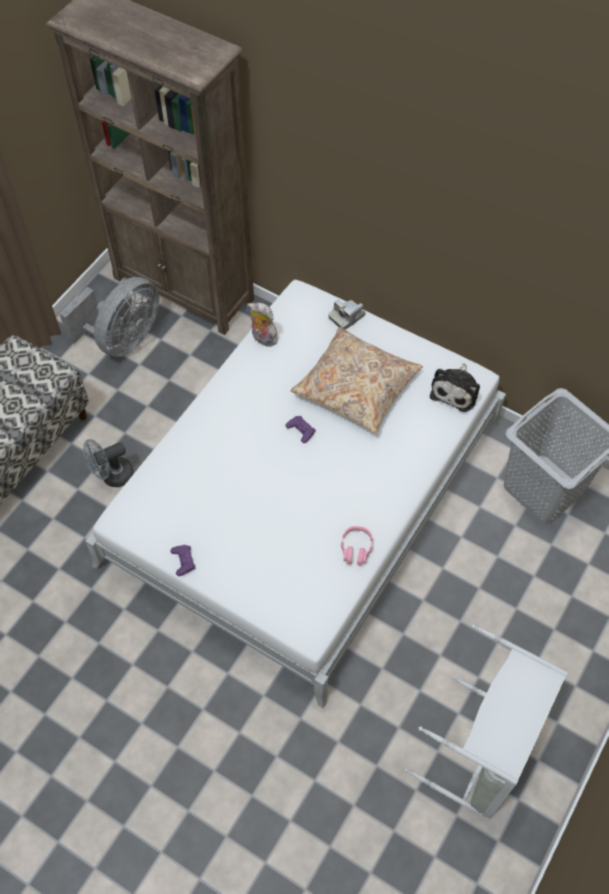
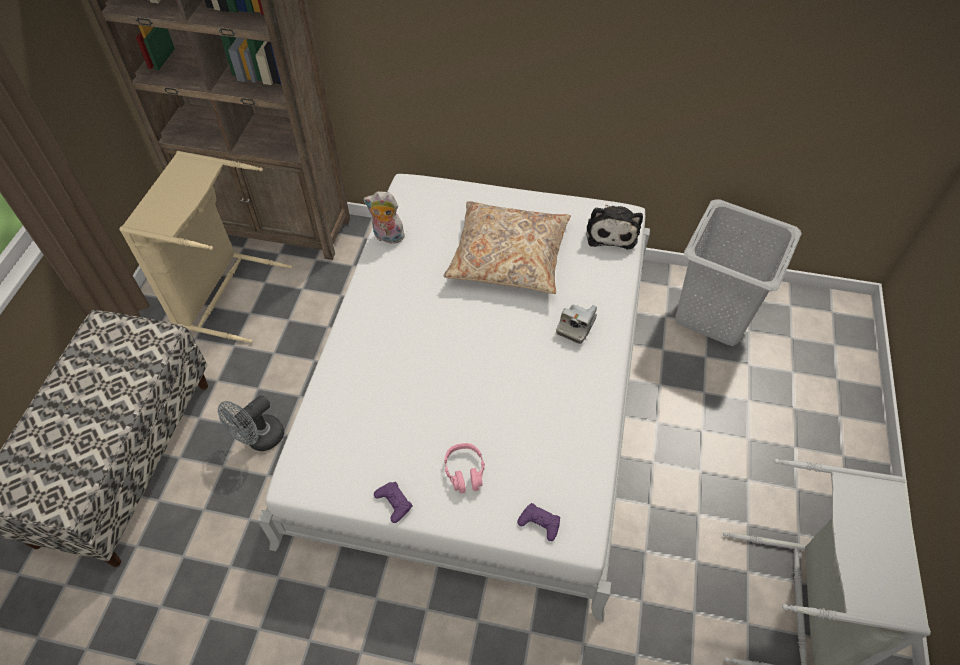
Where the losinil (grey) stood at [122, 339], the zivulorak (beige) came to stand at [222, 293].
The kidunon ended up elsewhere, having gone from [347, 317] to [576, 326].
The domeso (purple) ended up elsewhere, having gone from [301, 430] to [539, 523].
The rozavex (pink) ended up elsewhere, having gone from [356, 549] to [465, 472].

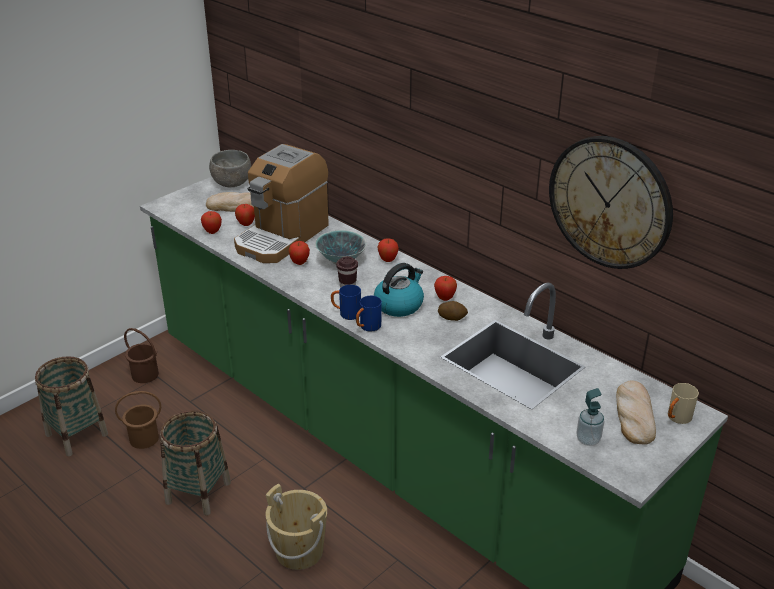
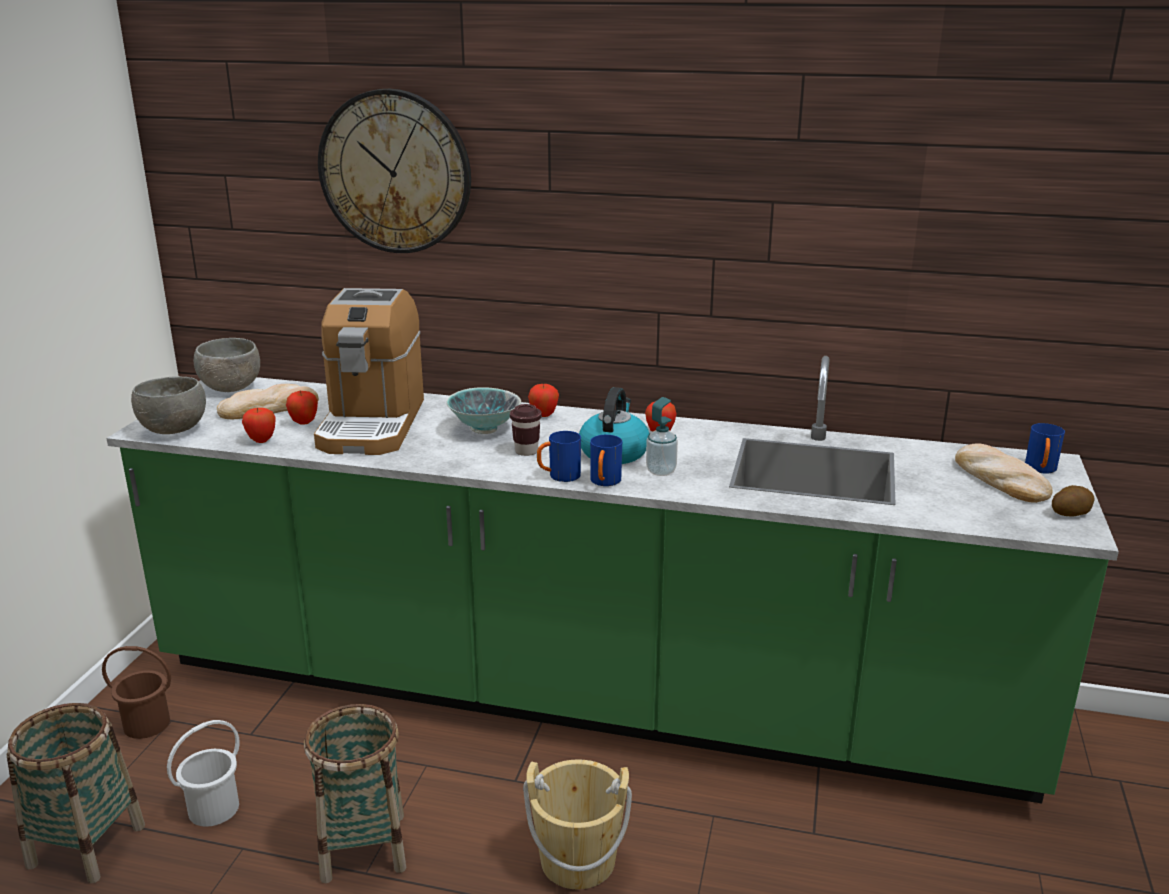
The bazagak ended up elsewhere, having gone from [610, 202] to [395, 172].
The second view lost the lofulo at [299, 263].
The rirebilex ended up elsewhere, having gone from [452, 317] to [1070, 513].
What was the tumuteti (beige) at [676, 418] turned into the tumuteti (blue) at [1041, 470].
The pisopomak ended up elsewhere, having gone from [588, 439] to [661, 471].
What was the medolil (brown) at [144, 438] turned into the medolil (white) at [213, 808].
The second view gained the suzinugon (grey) at [175, 430].

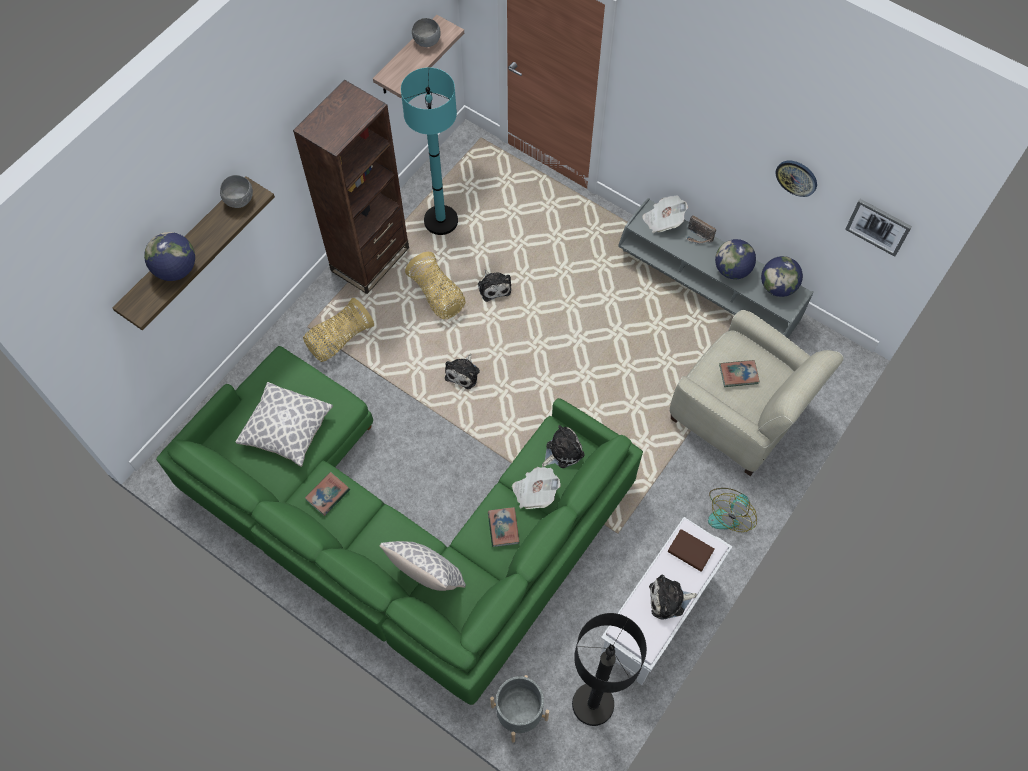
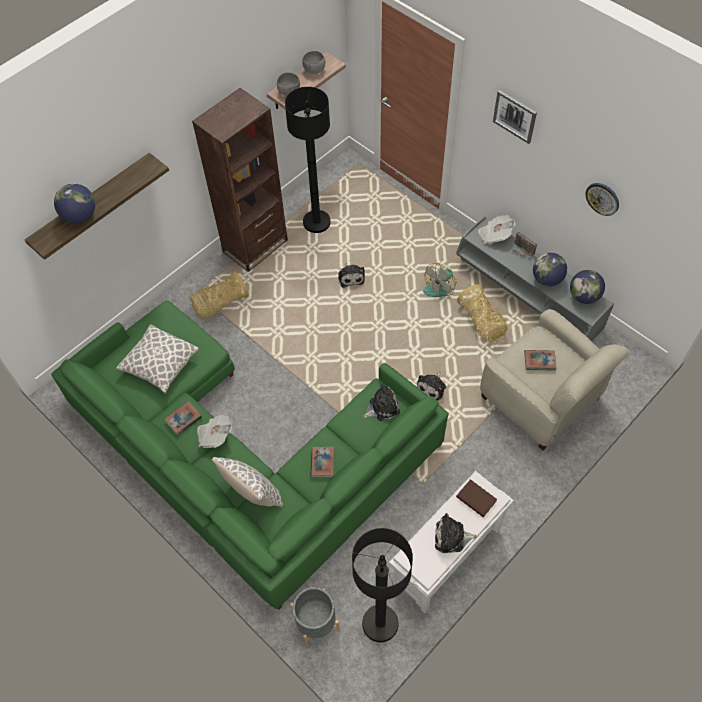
What was the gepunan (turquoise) at [441, 221] turned into the gepunan (black) at [316, 222].
The suzinugon (grey) ended up elsewhere, having gone from [240, 200] to [289, 92].
The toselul ended up elsewhere, having gone from [878, 226] to [515, 116].
The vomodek ended up elsewhere, having gone from [437, 296] to [481, 322].
The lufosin ended up elsewhere, having gone from [463, 373] to [432, 387].
The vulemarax ended up elsewhere, having gone from [535, 492] to [214, 436].
The losinil ended up elsewhere, having gone from [729, 512] to [440, 286].

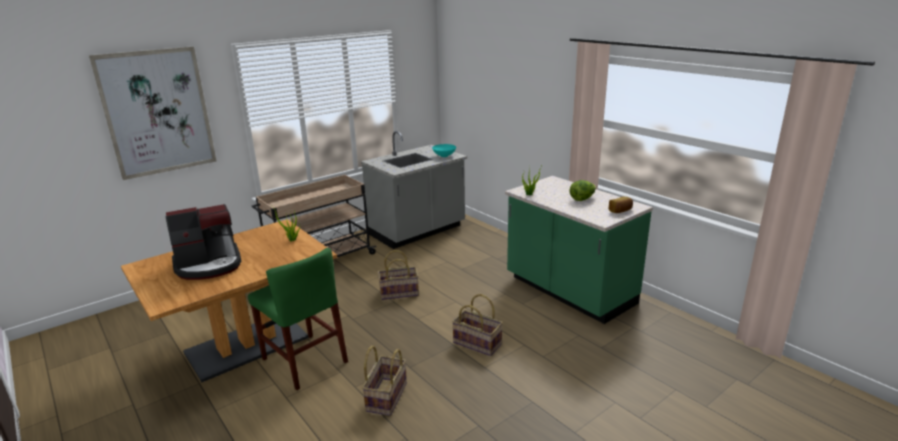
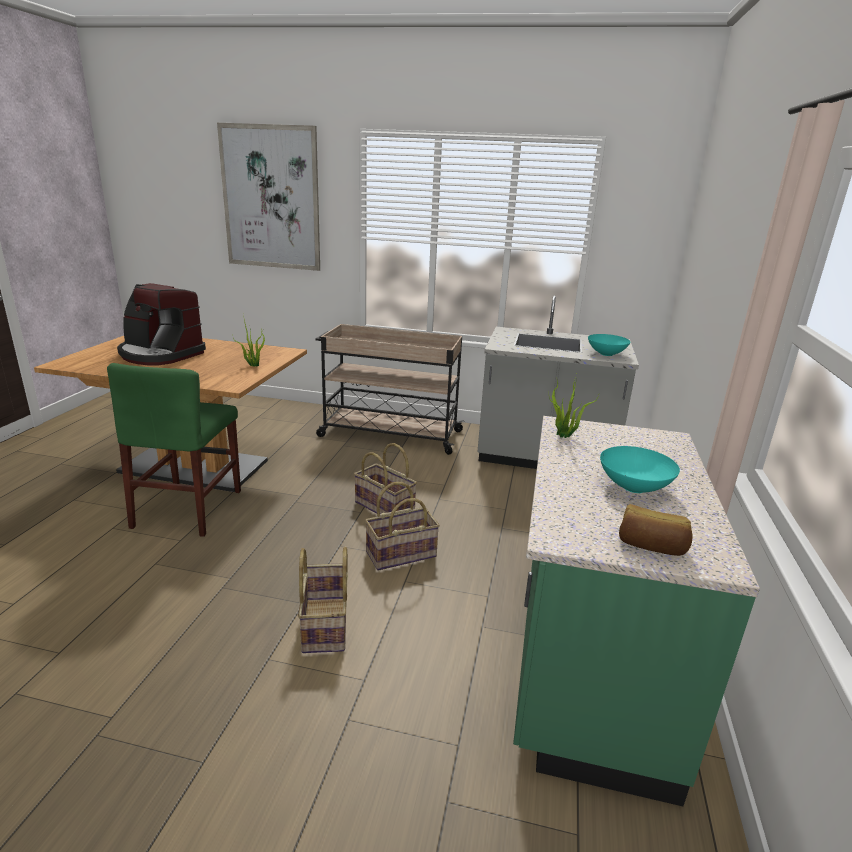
Where the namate stood at [582, 199], the suzinugon (turquoise) came to stand at [633, 486].
The vomodek ended up elsewhere, having gone from [386, 396] to [401, 553].

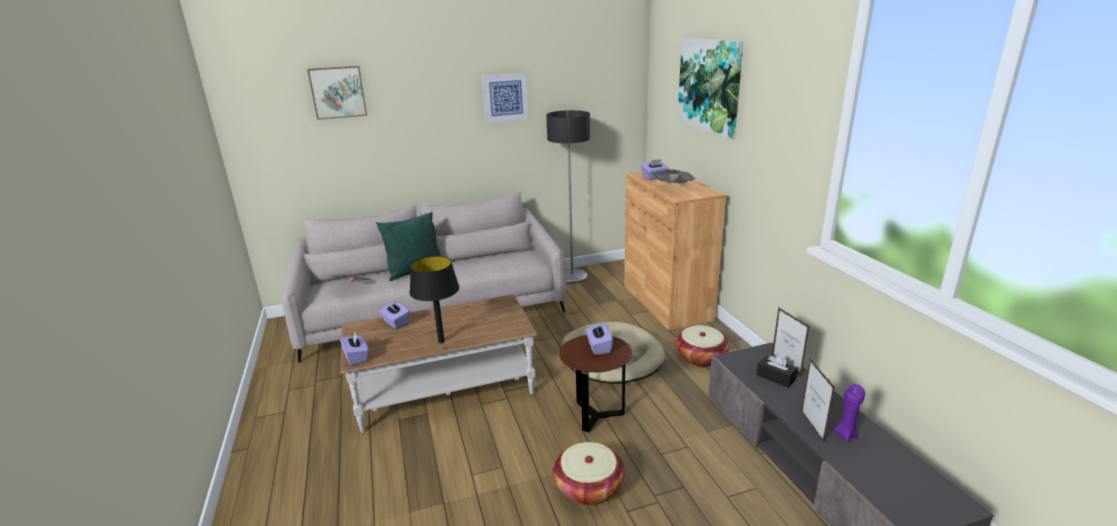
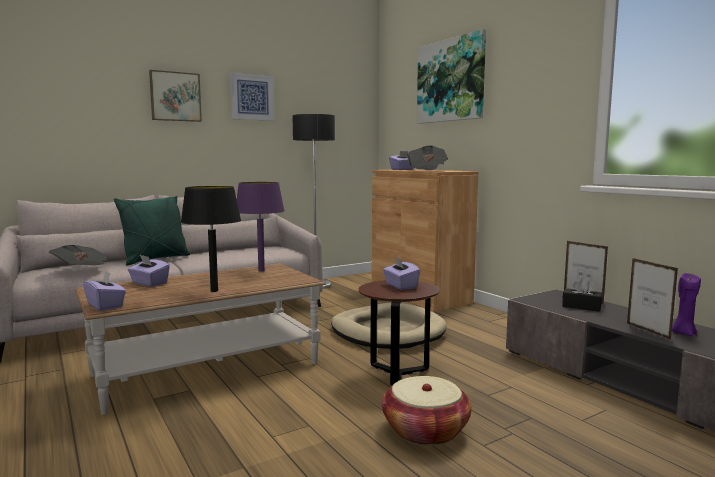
The toselul ended up elsewhere, having gone from [338, 92] to [175, 96].
The second view lost the vomodek at [700, 357].
The second view gained the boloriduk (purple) at [261, 270].

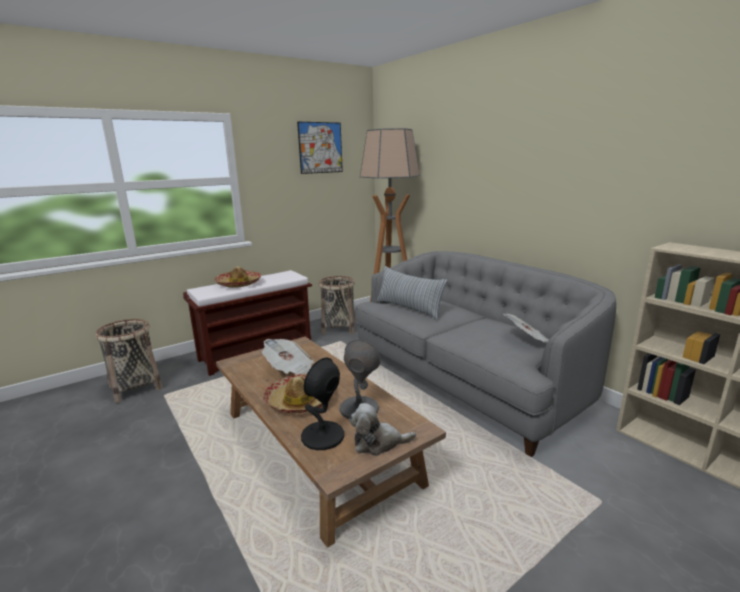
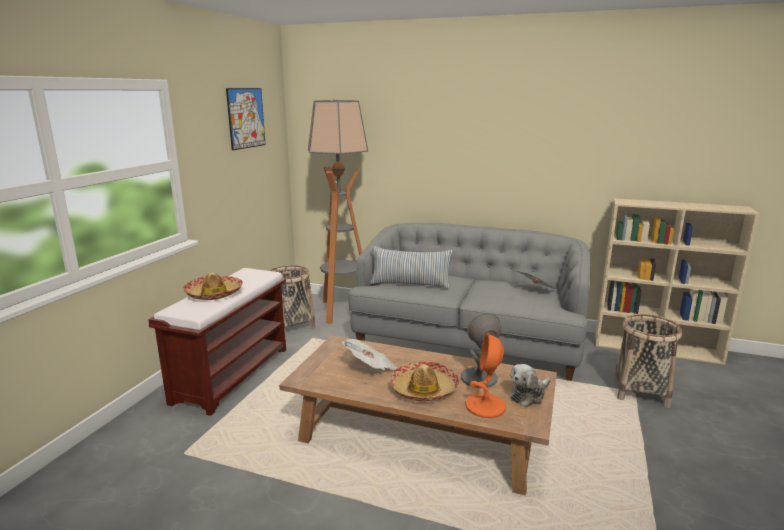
The vomodek ended up elsewhere, having gone from [135, 387] to [641, 392].
What was the boloriduk (black) at [322, 436] turned into the boloriduk (orange) at [485, 406].

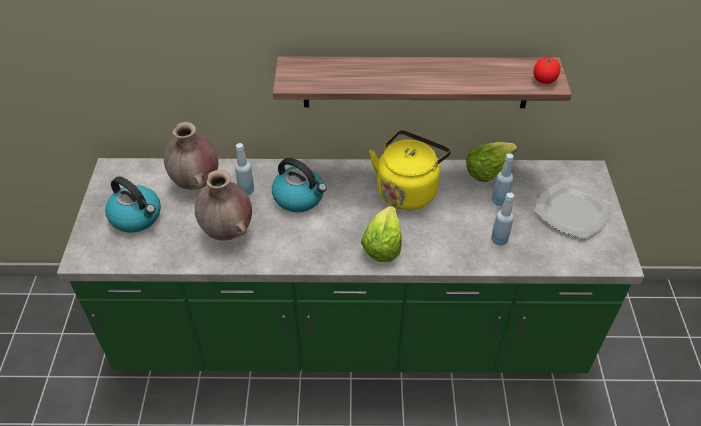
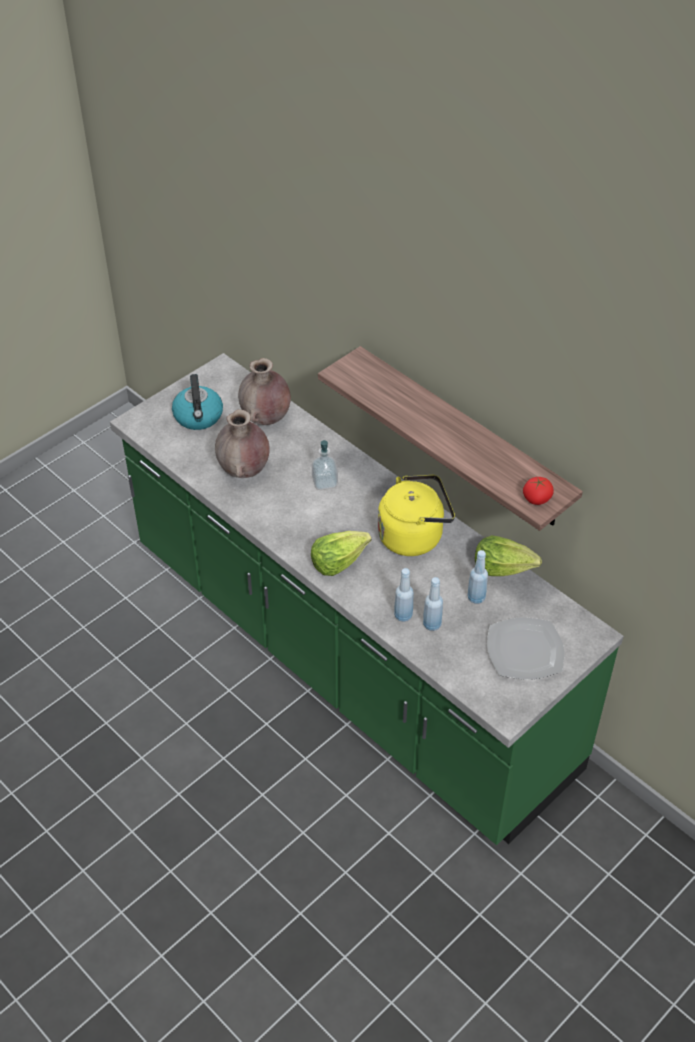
The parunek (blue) ended up elsewhere, having gone from [246, 190] to [403, 615].
Where the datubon stood at [299, 197], the pisopomak came to stand at [324, 482].

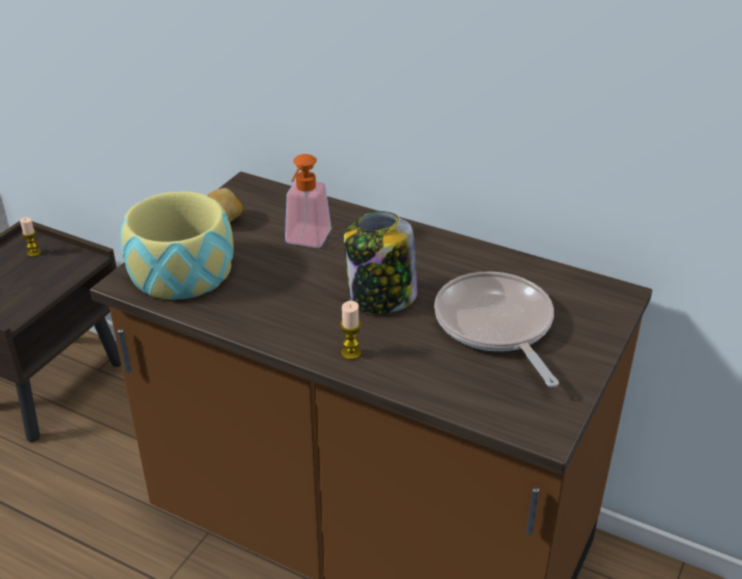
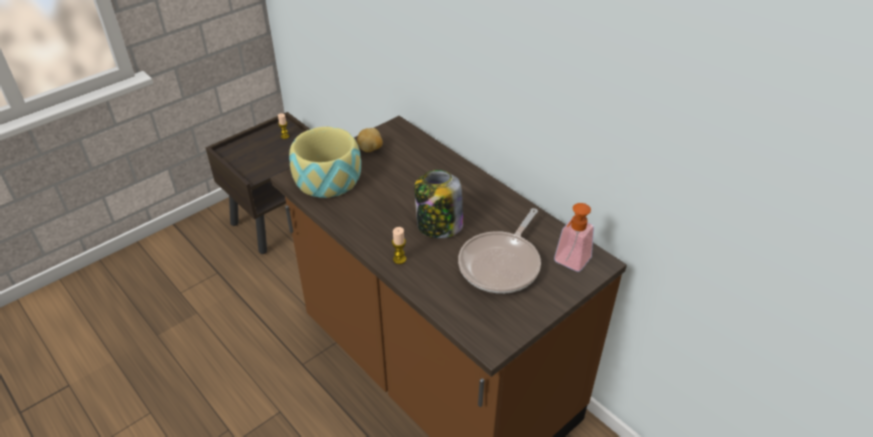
The pisopomak ended up elsewhere, having gone from [305, 241] to [569, 263].
The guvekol at [496, 326] ended up facing another way, 150 degrees counterclockwise from before.

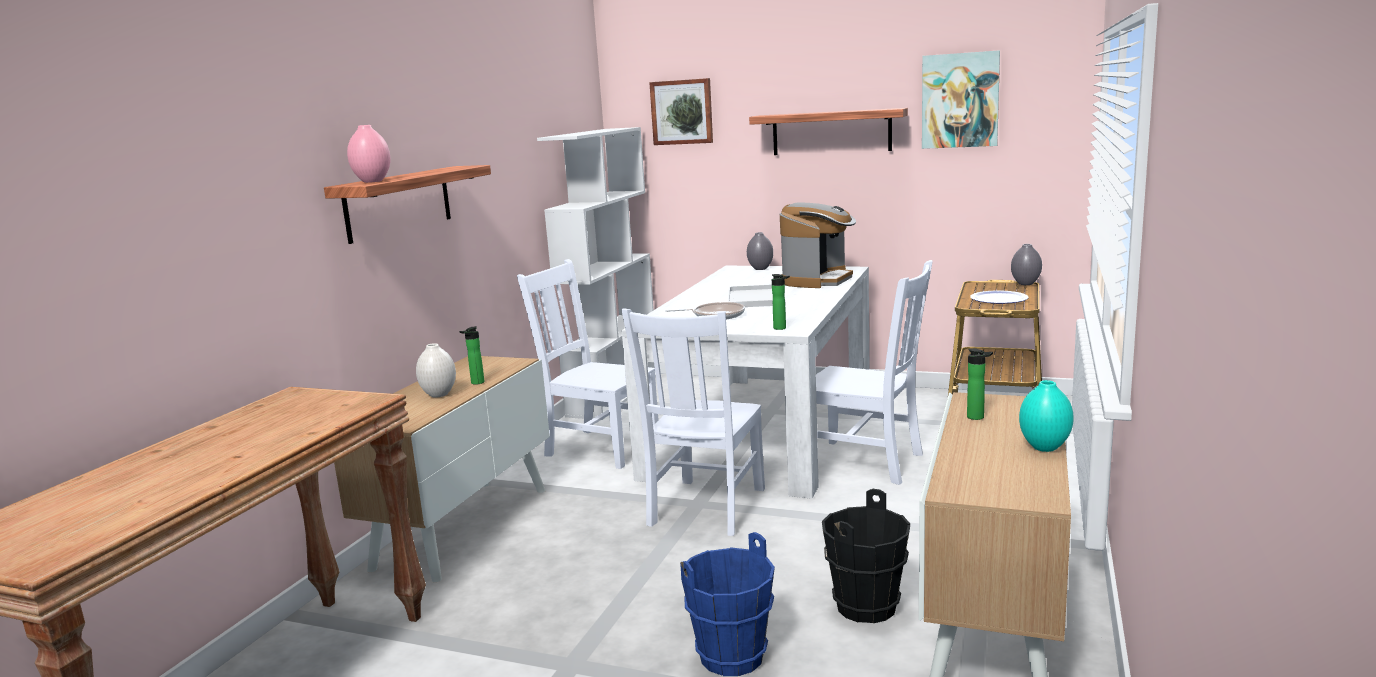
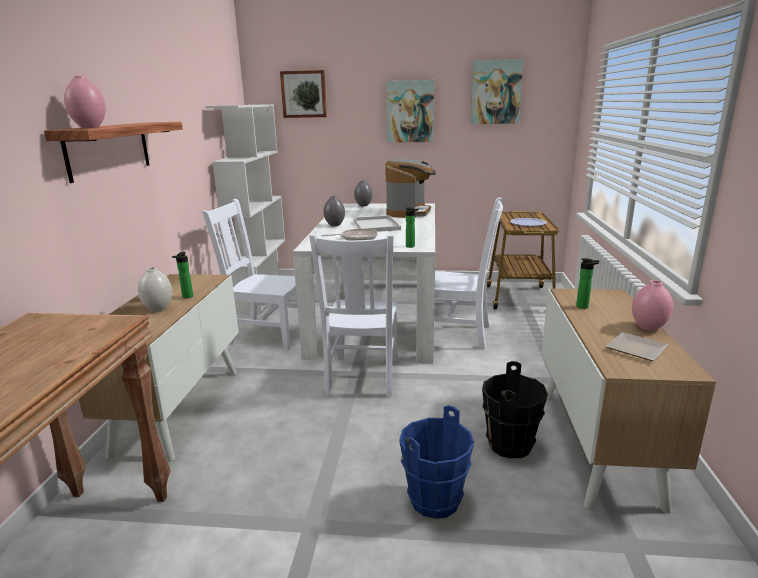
Where the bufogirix hung at [831, 132], the toselul came to hang at [410, 111].
The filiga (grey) ended up elsewhere, having gone from [1026, 284] to [335, 225].
What was the filiga (turquoise) at [1045, 447] turned into the filiga (pink) at [648, 327].
The second view gained the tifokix at [637, 350].

